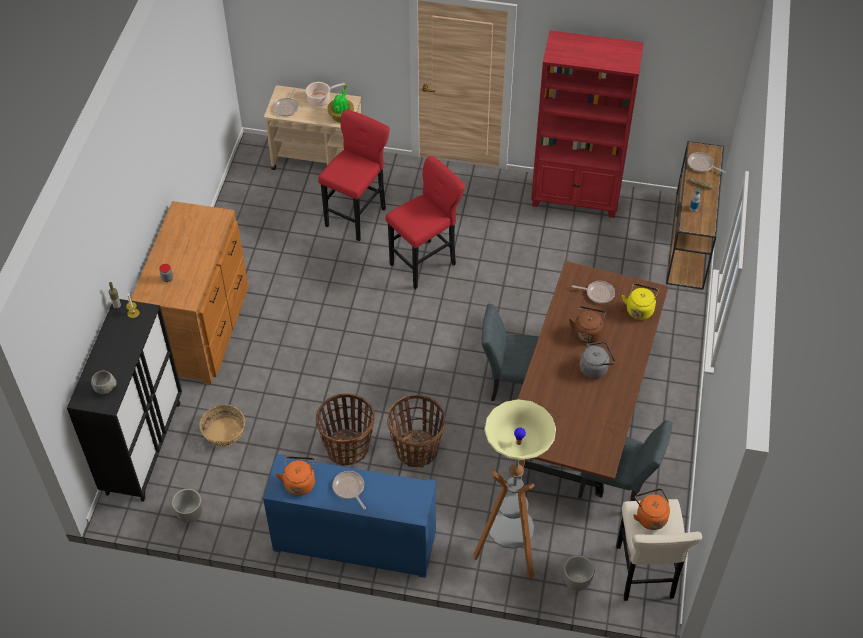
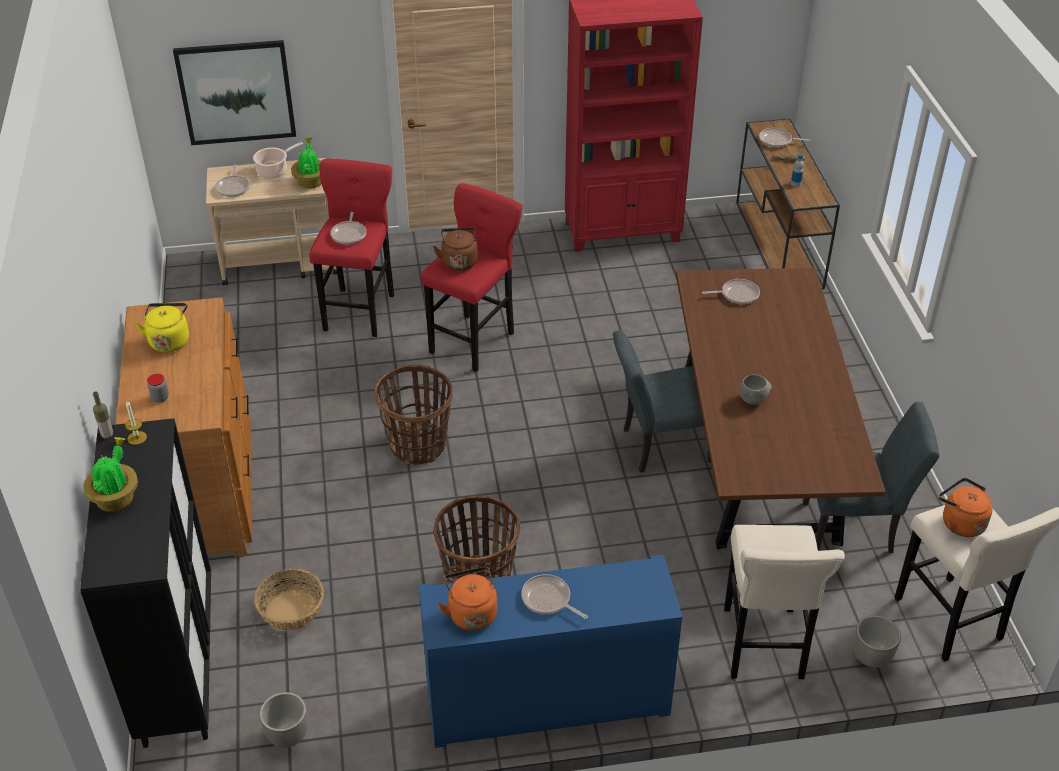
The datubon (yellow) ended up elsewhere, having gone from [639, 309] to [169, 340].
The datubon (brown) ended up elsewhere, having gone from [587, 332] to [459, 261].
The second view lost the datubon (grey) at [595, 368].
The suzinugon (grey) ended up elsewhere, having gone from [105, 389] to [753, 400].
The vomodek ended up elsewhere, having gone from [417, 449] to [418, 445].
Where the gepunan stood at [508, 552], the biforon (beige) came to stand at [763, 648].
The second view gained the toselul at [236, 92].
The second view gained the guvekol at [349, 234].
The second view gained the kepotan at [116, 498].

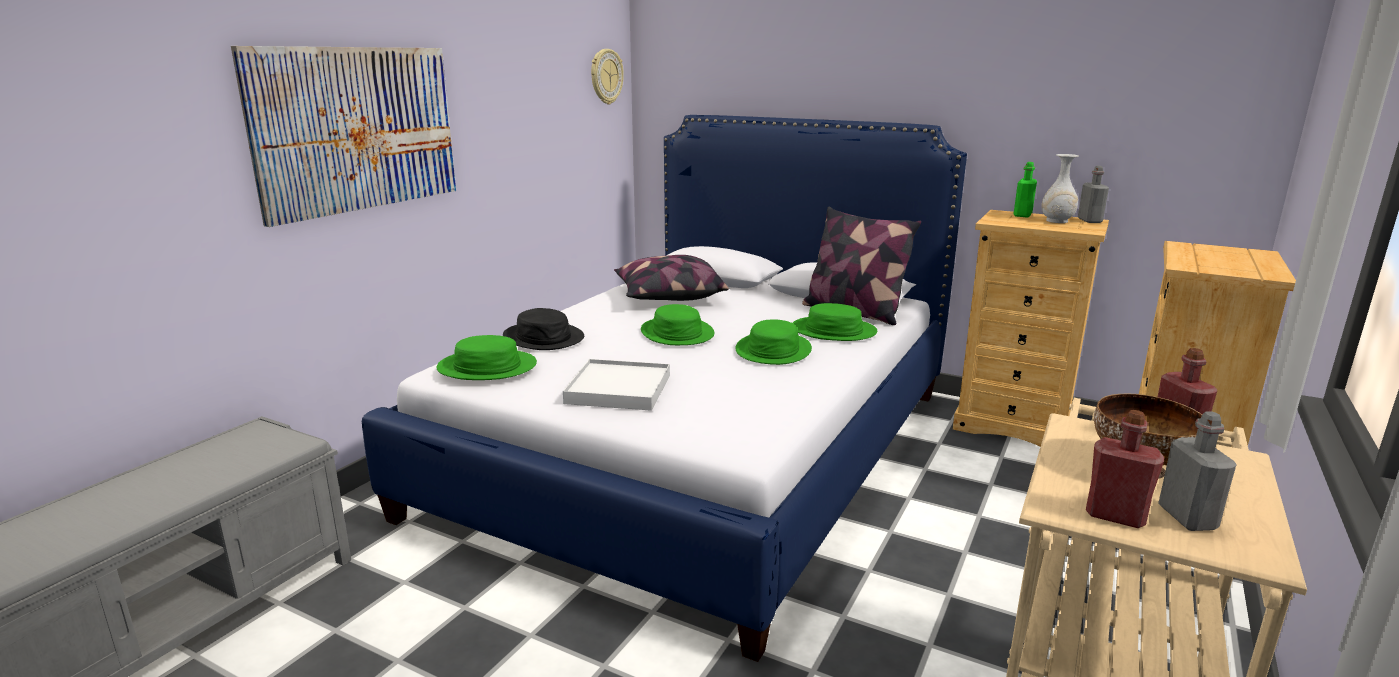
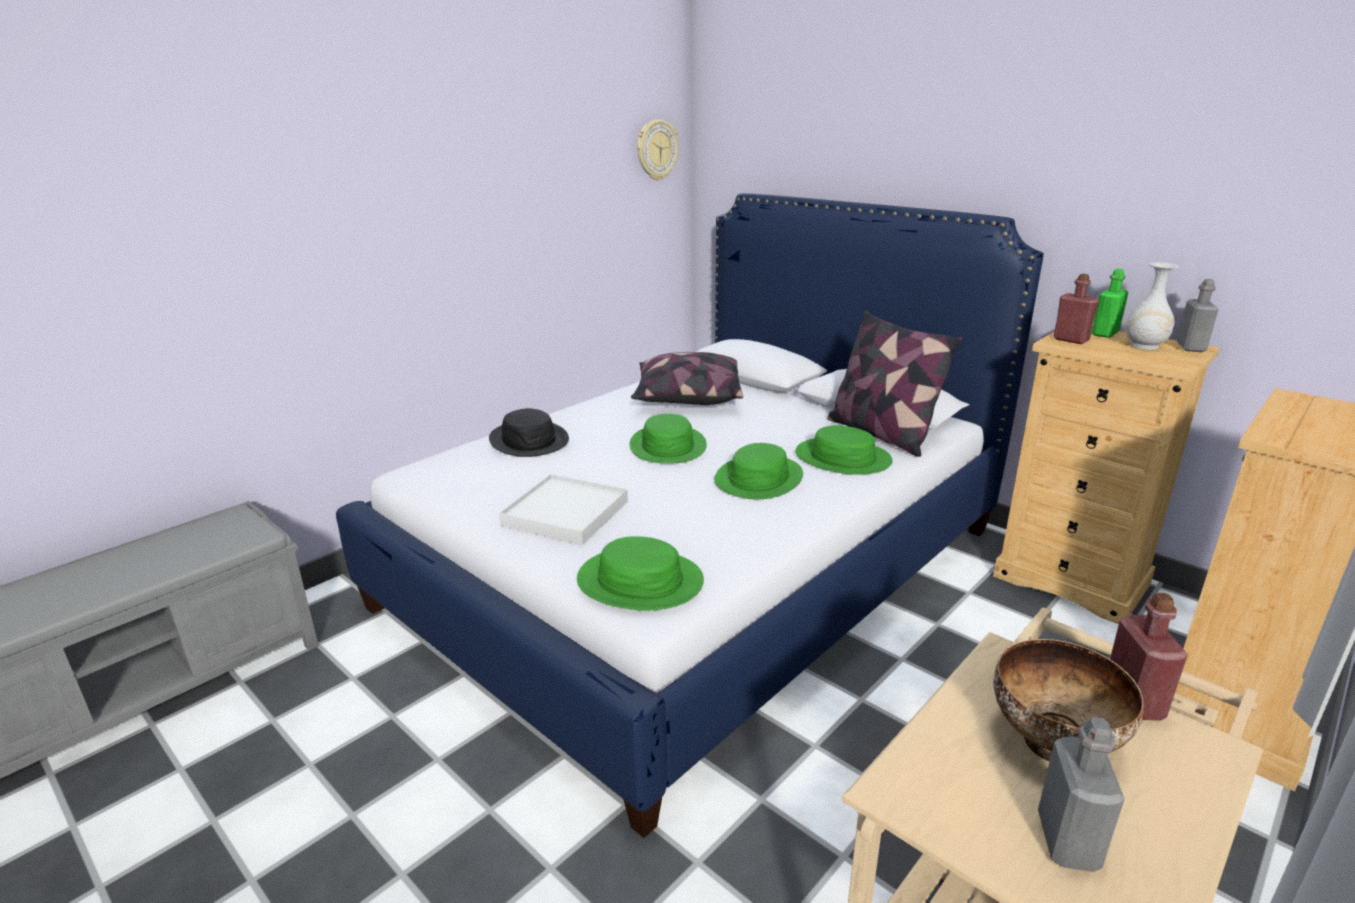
The second view lost the toselul at [357, 129].
The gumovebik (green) ended up elsewhere, having gone from [487, 367] to [640, 581].
The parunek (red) ended up elsewhere, having gone from [1115, 516] to [1071, 340].

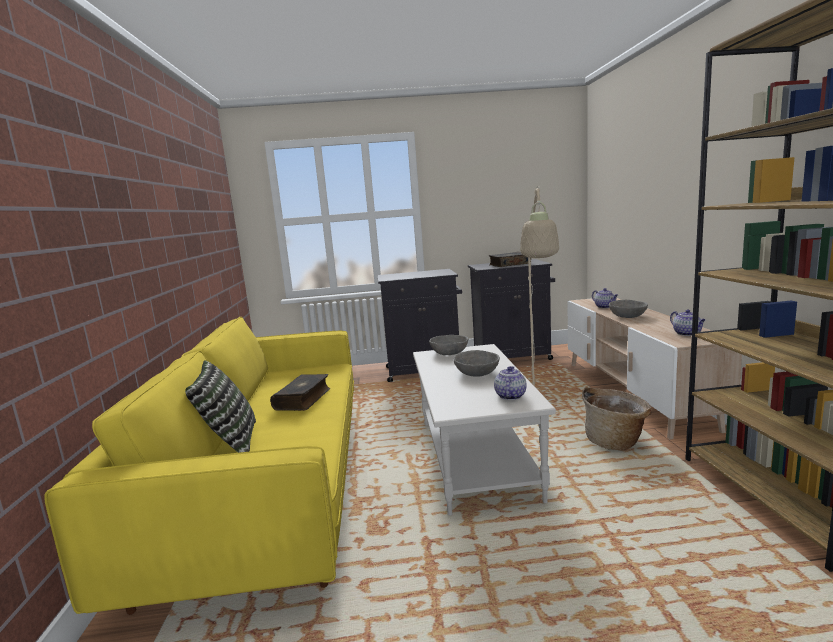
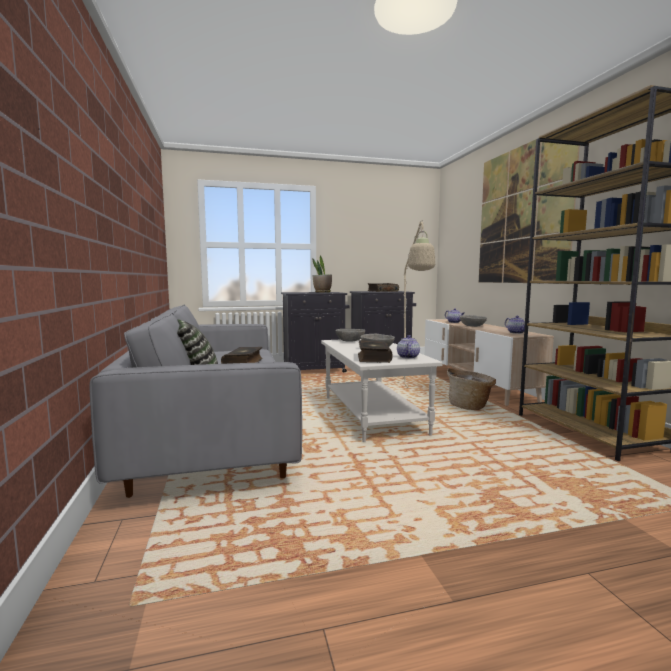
What was the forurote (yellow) at [270, 488] turned into the forurote (grey) at [214, 431].
The second view gained the toselul at [521, 215].
The second view gained the kepotan at [322, 292].
The second view gained the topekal at [373, 358].

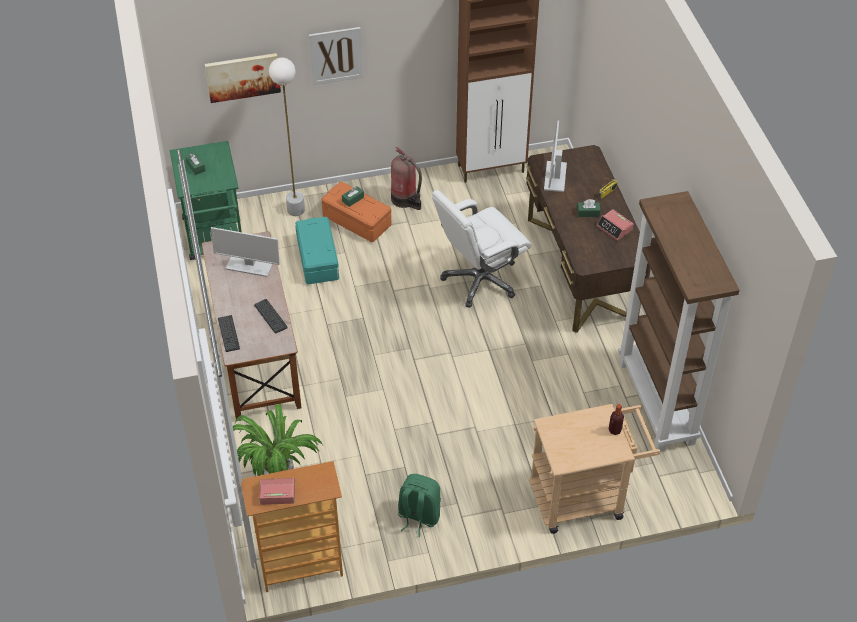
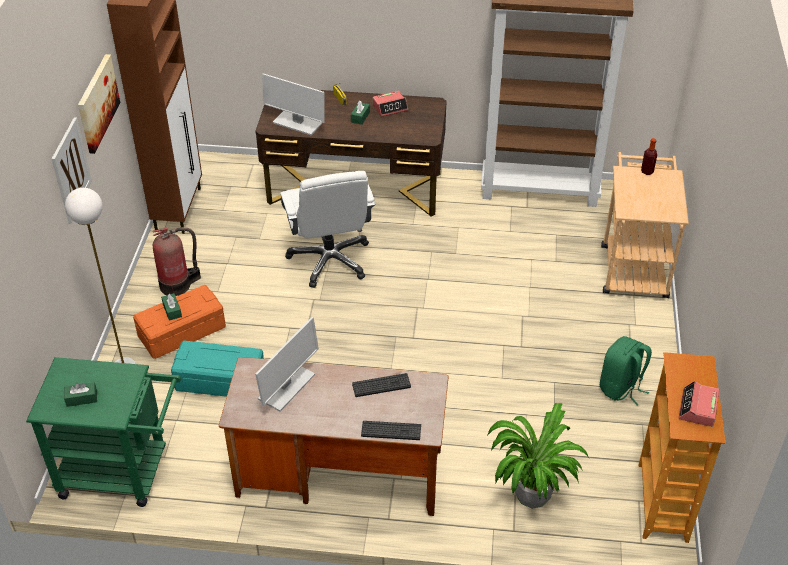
The toselul ended up elsewhere, having gone from [243, 77] to [97, 103].

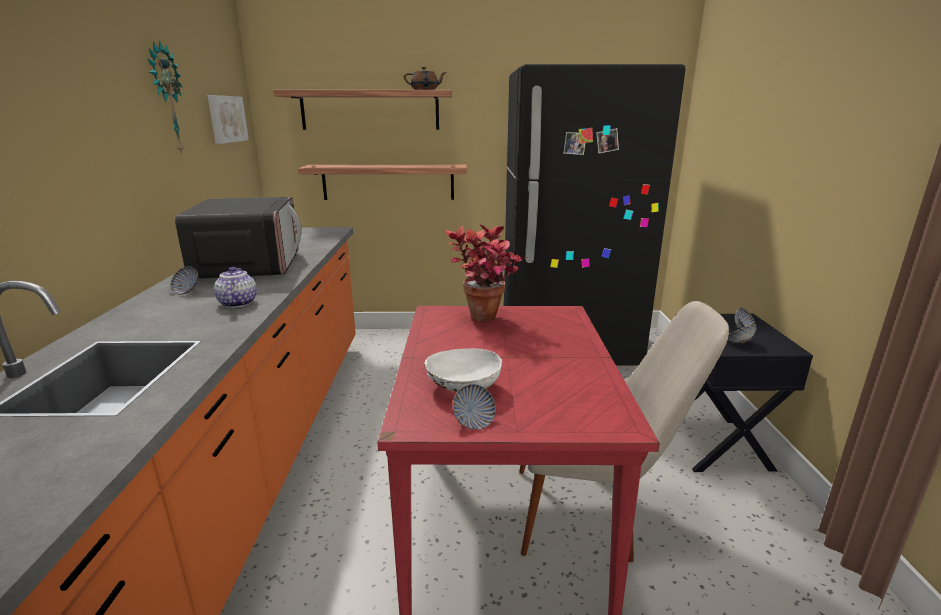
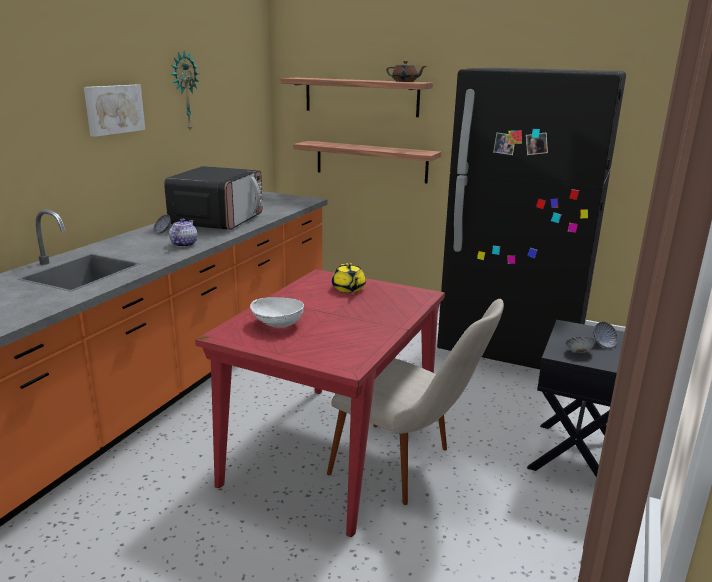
The toselul ended up elsewhere, having gone from [226, 119] to [113, 109].
Where the kepotan stood at [484, 322], the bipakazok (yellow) came to stand at [348, 289].
The second view lost the suzinugon at [473, 421].

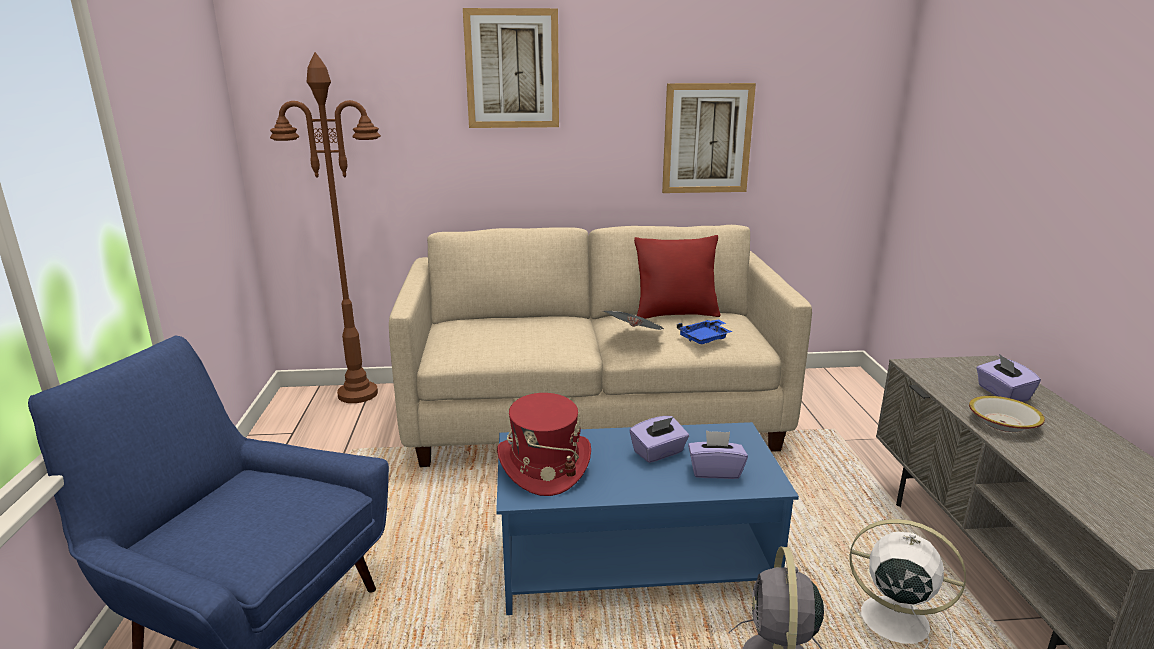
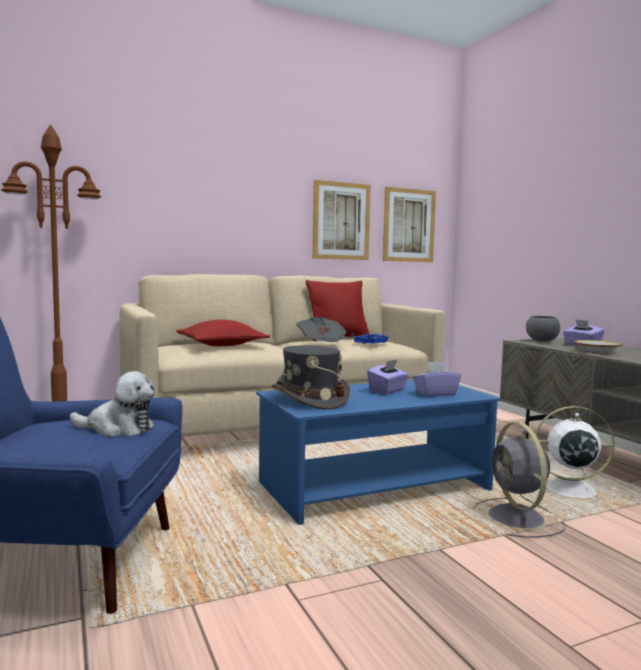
The toselul ended up elsewhere, having gone from [512, 69] to [408, 225].
What was the gumovebik (red) at [544, 465] turned into the gumovebik (grey) at [310, 399].
The second view gained the suzinugon (grey) at [541, 341].
The second view gained the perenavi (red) at [222, 345].
The second view gained the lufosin at [118, 429].

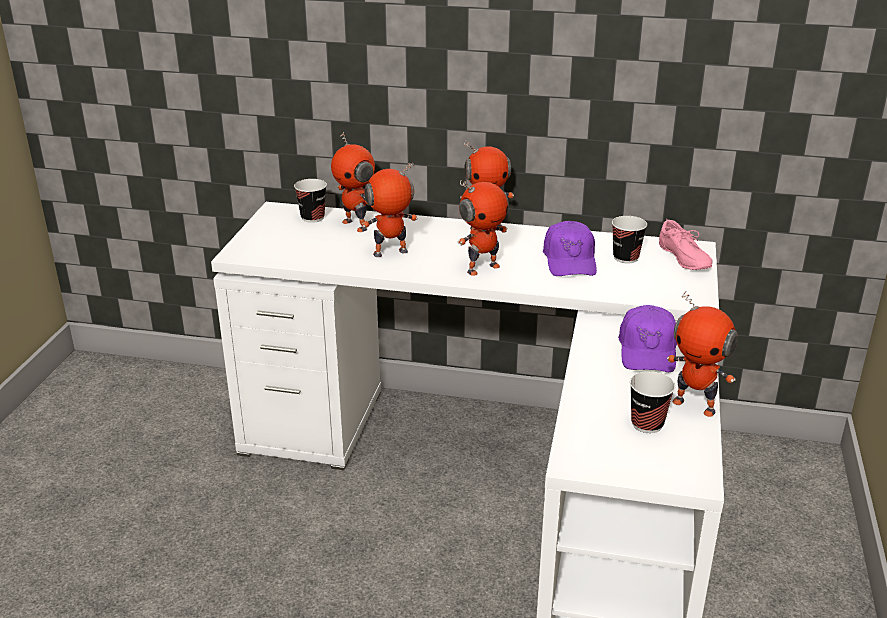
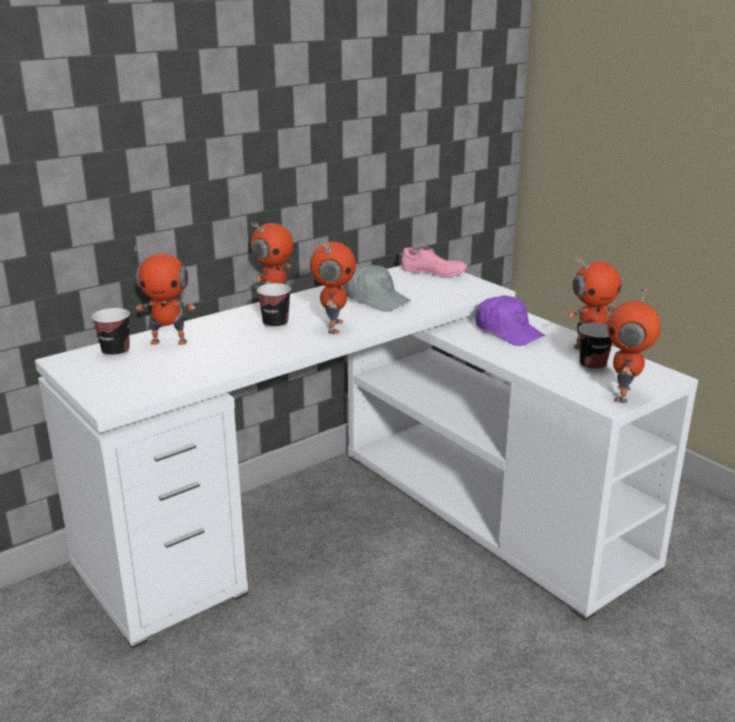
The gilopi ended up elsewhere, having gone from [391, 253] to [624, 395].
The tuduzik ended up elsewhere, having gone from [625, 258] to [275, 324].
What was the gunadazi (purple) at [570, 260] turned into the gunadazi (grey) at [375, 299].

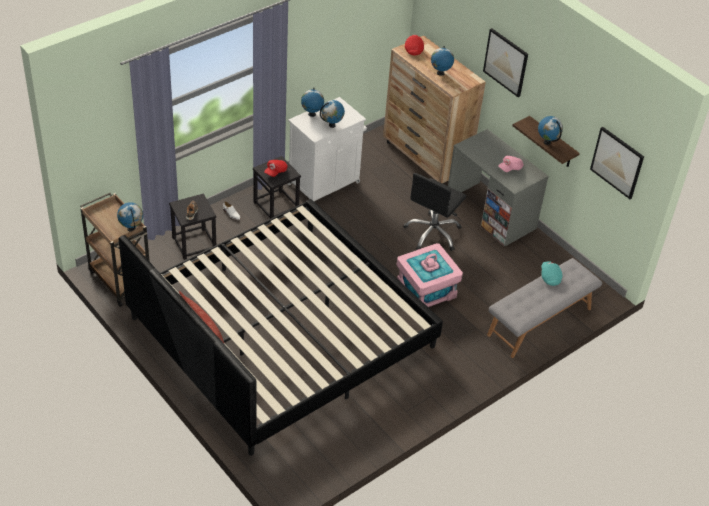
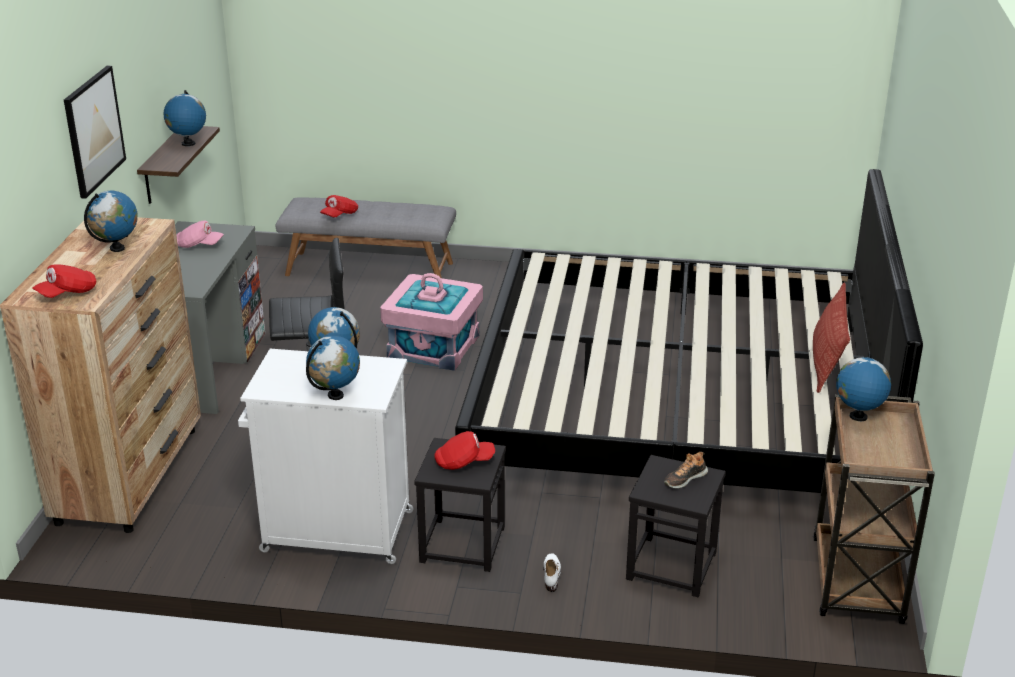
The second view lost the toselul at [617, 162].
What was the gunadazi (turquoise) at [550, 277] turned into the gunadazi (red) at [339, 215].

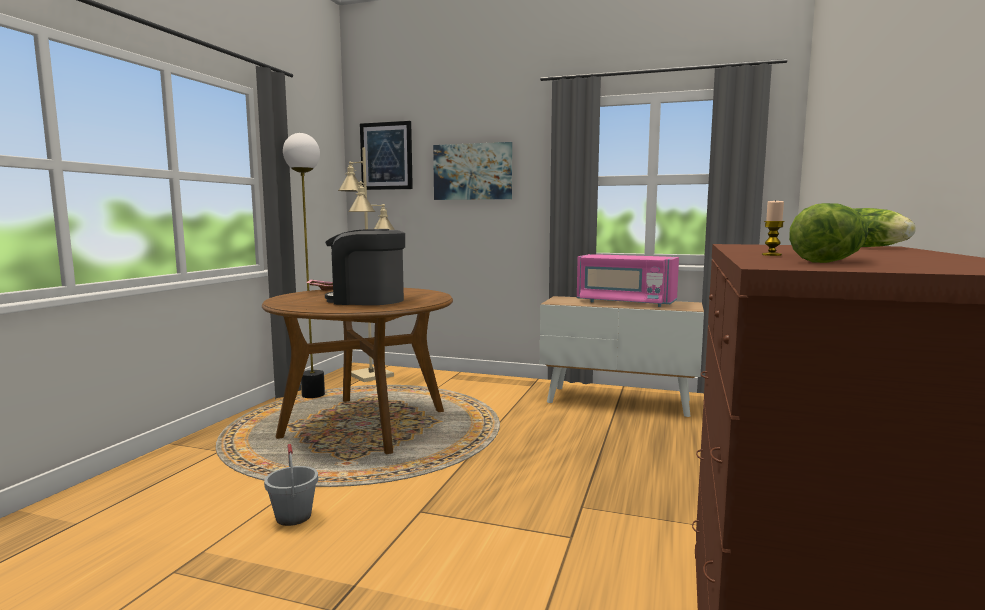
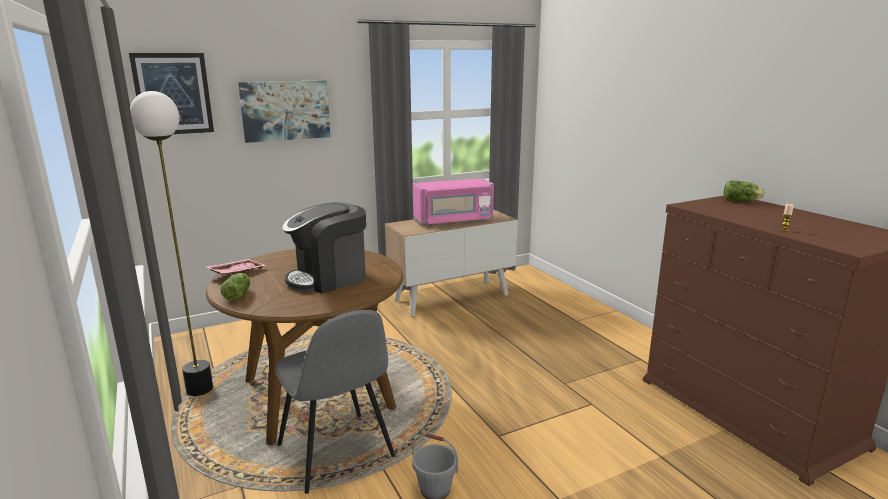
The second view lost the gepunan (beige) at [371, 375].
The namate ended up elsewhere, having gone from [831, 261] to [238, 295].
The second view gained the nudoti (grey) at [336, 453].

